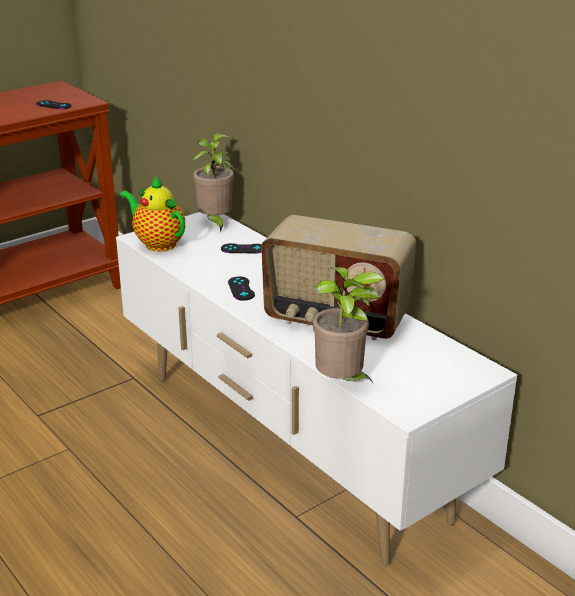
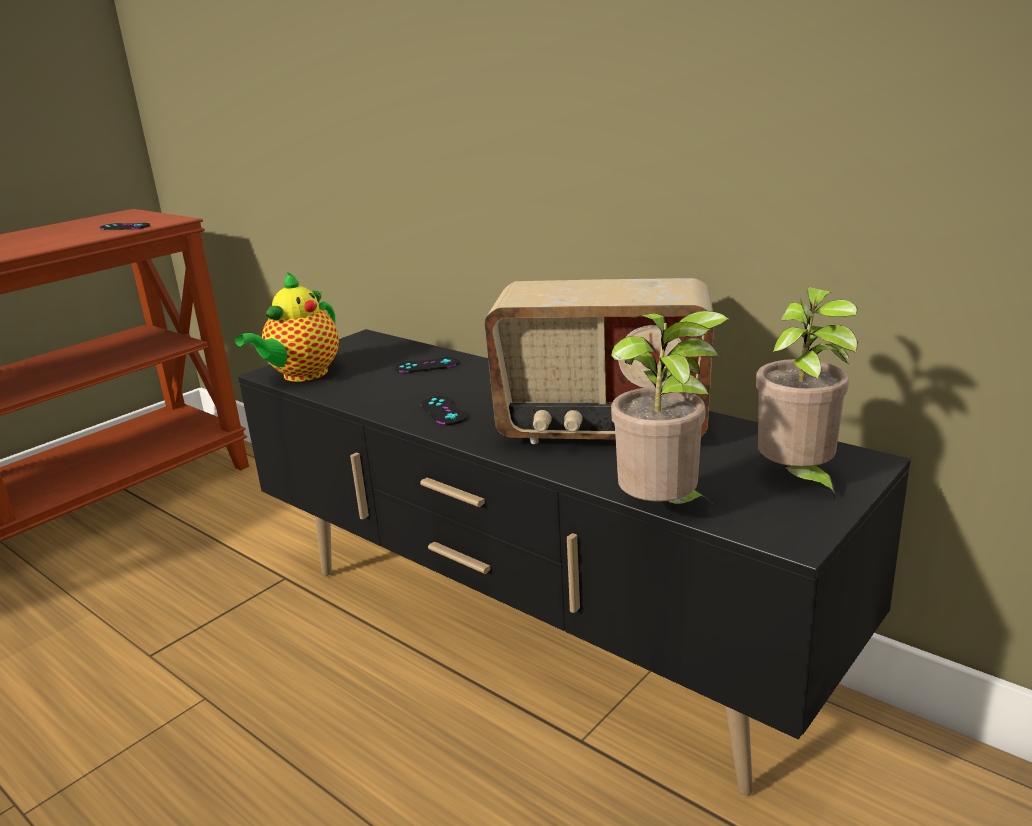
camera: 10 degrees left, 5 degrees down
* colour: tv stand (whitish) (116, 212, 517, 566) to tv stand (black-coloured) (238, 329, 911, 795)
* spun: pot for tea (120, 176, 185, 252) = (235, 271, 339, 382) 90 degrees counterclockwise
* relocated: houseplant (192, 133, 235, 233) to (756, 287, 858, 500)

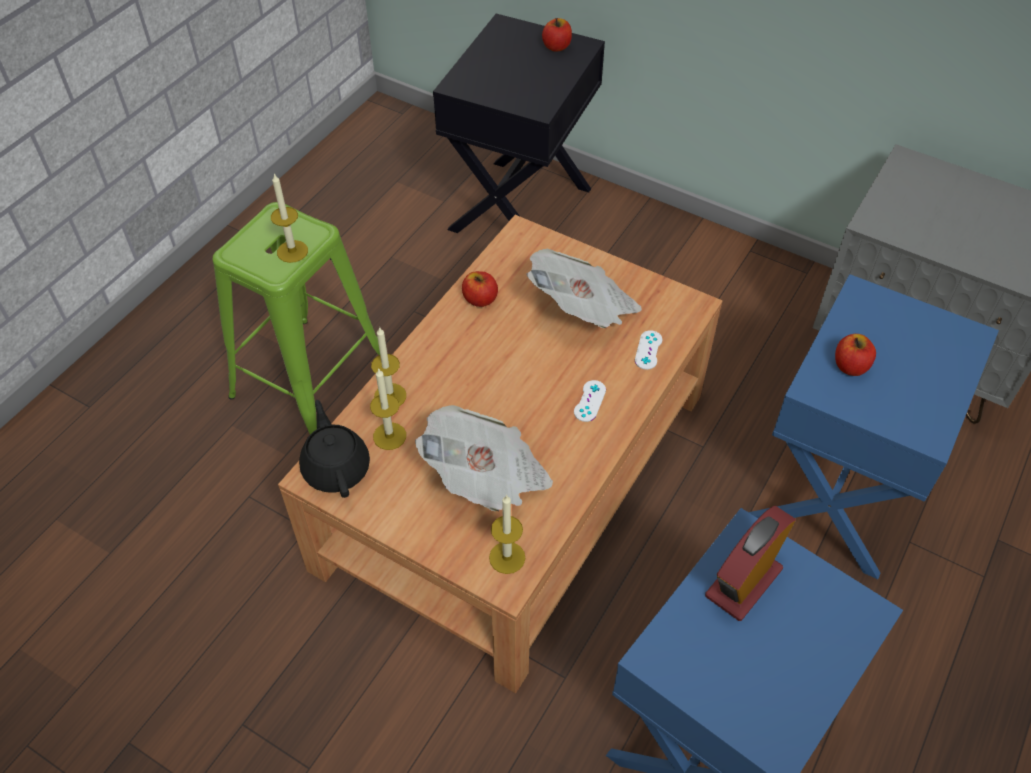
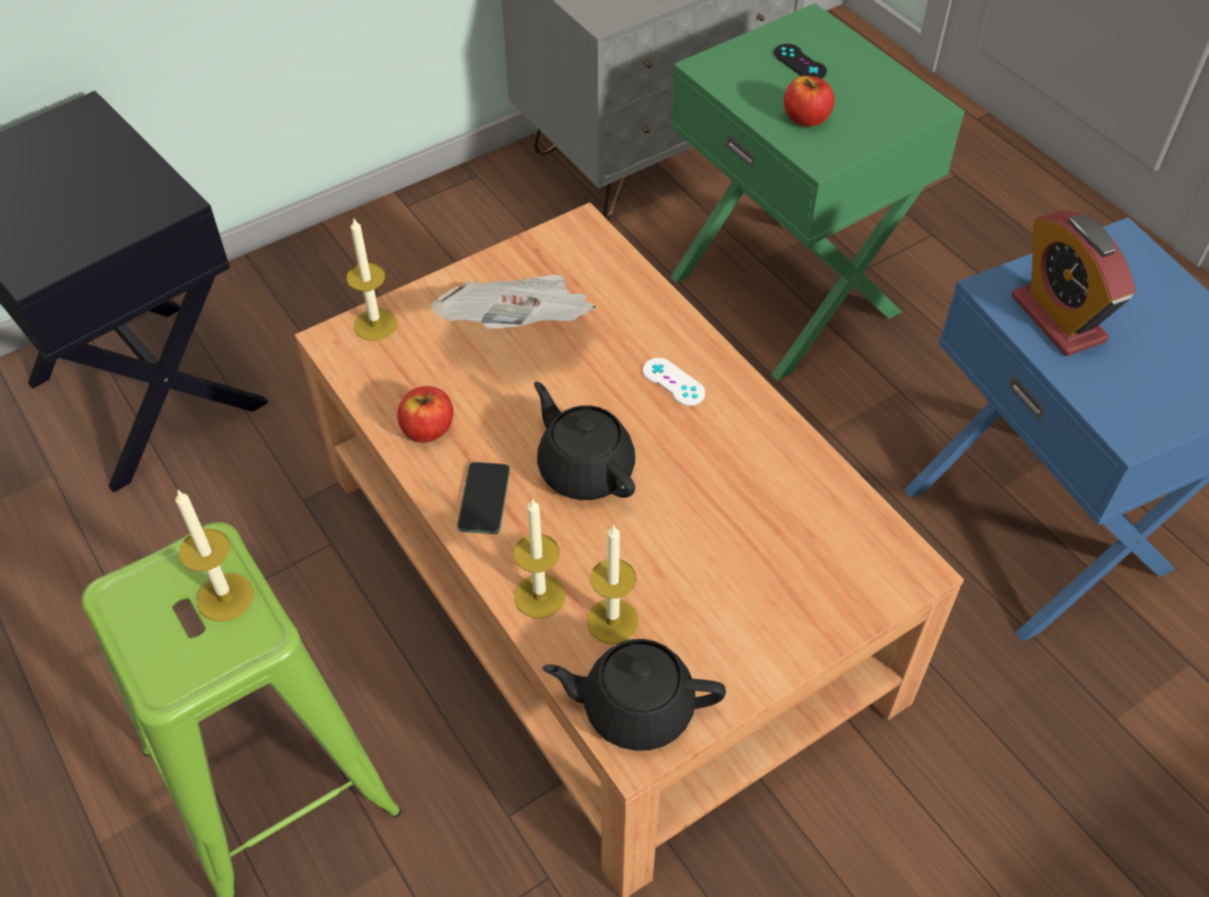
camera: 65 degrees left, 0 degrees up
* missing: daily paper (415, 405, 553, 511)
* relocated: wax light (489, 495, 525, 574) to (347, 219, 397, 341)
* missing: apple fruit (542, 18, 572, 52)
* missing: joypad (whitish) (635, 330, 662, 370)
* colour: accent table (bluish) (749, 274, 999, 579) to accent table (greenish) (670, 3, 965, 381)
* appeared: telephone (457, 462, 510, 534)
* appeared: pot for tea (black-coloured) (534, 382, 635, 500)
* appeared: joypad (black-coloured) (774, 44, 827, 79)

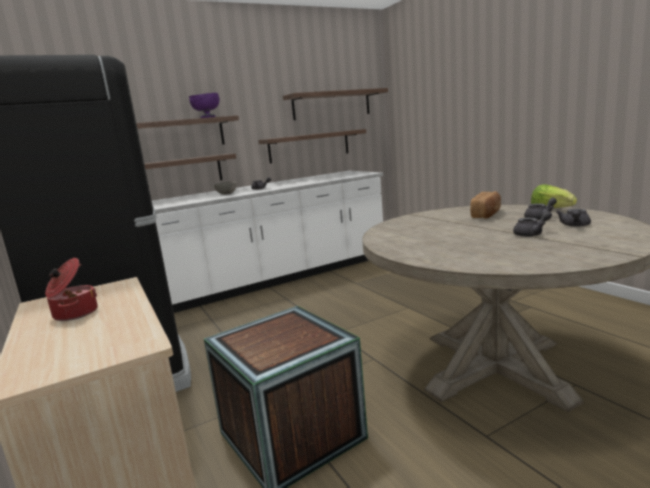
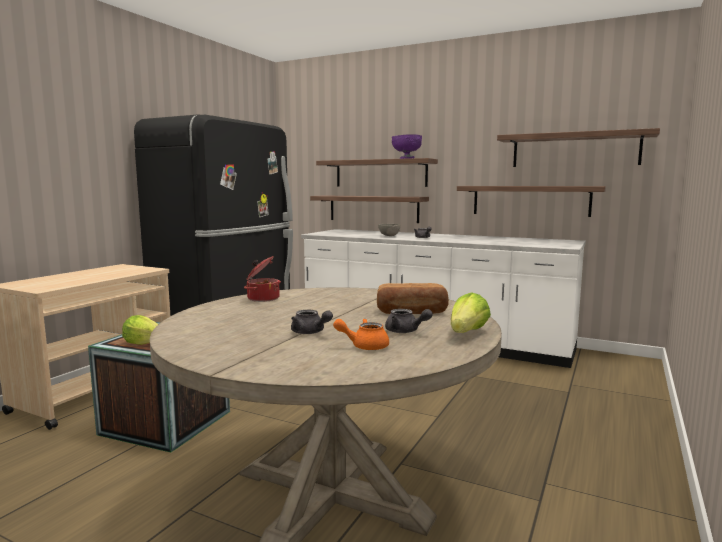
camera: 55 degrees right, 5 degrees down
* relocated: cooking pot (45, 258, 98, 321) to (244, 256, 281, 302)
* colour: pot for tea (grey) (556, 208, 591, 227) to pot for tea (orangey) (333, 319, 389, 350)
* appeared: lettuce head (122, 315, 158, 345)

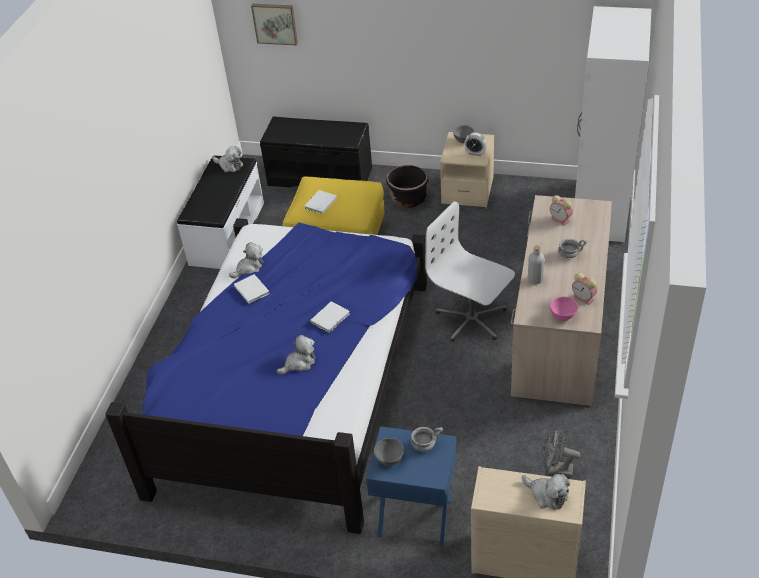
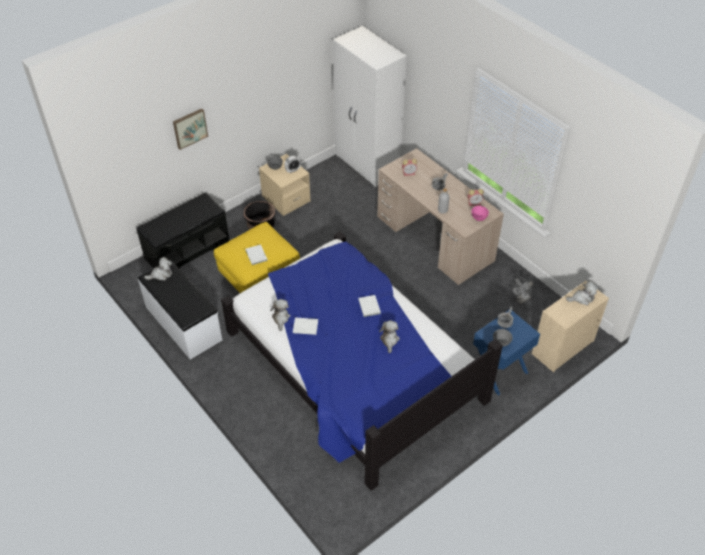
camera: 55 degrees left, 5 degrees up
* relocated: wall picture (251, 4, 298, 45) to (173, 108, 208, 150)
* missing: computer chair (whitish) (425, 202, 515, 342)

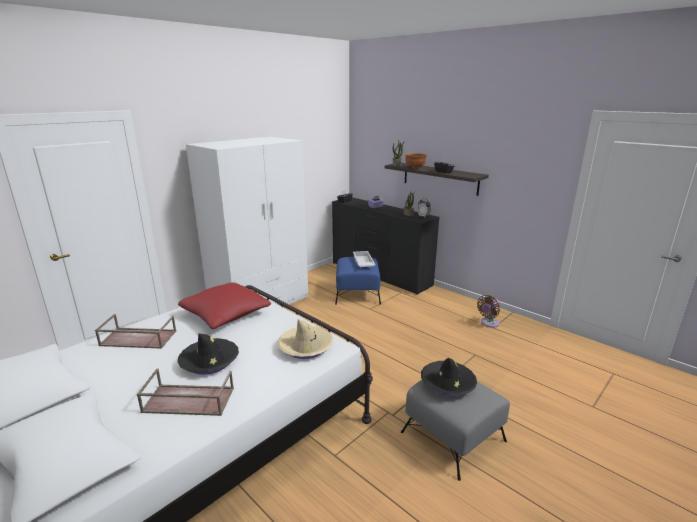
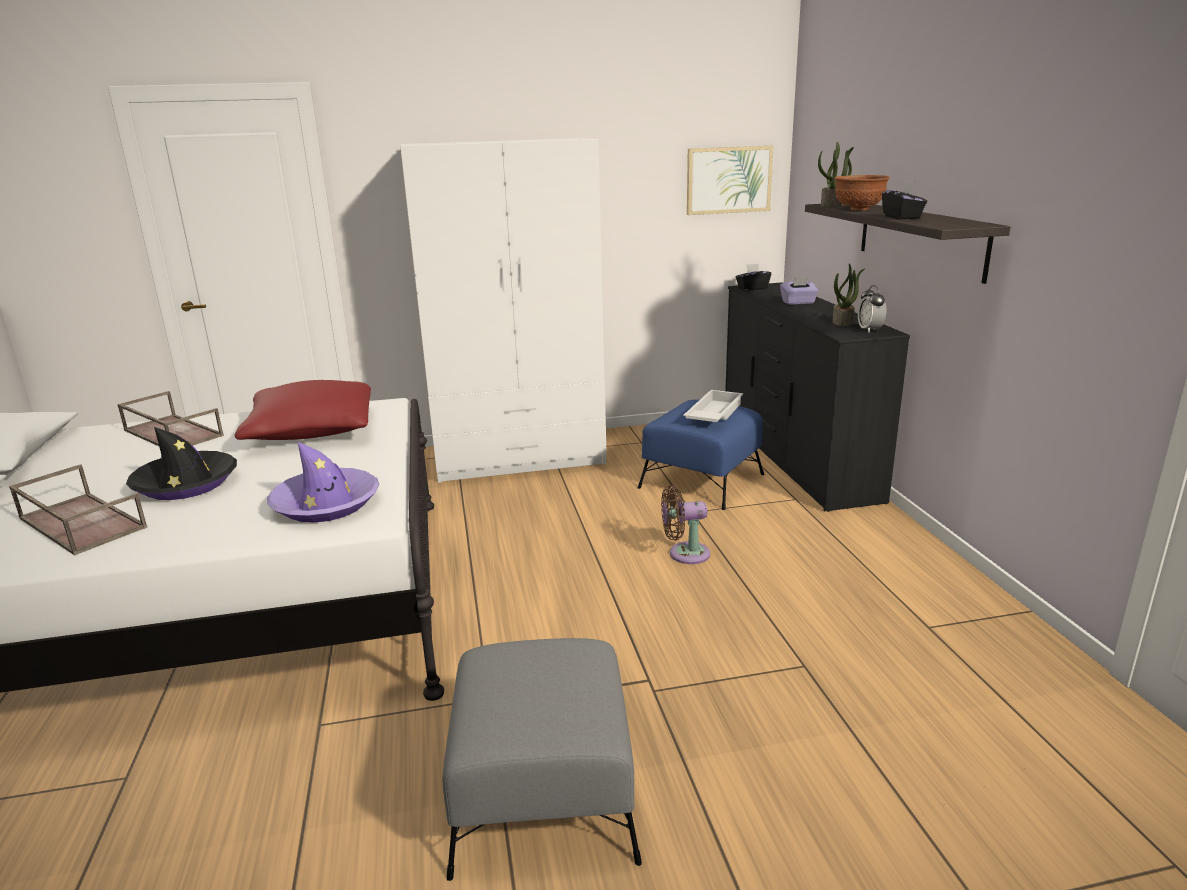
camera: 35 degrees right, 0 degrees up
* colour: hat (sand-coloured) (277, 319, 333, 359) to hat (purple-coloured) (267, 442, 379, 523)
* missing: hat (black-coloured) (421, 358, 477, 397)
* relocated: fan (brown-coloured) (477, 295, 500, 328) to (661, 485, 710, 564)
* appeared: wall picture (687, 146, 773, 215)

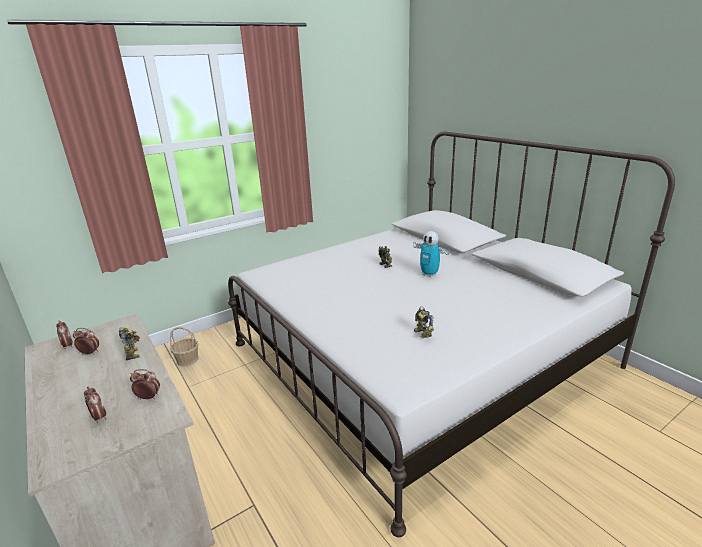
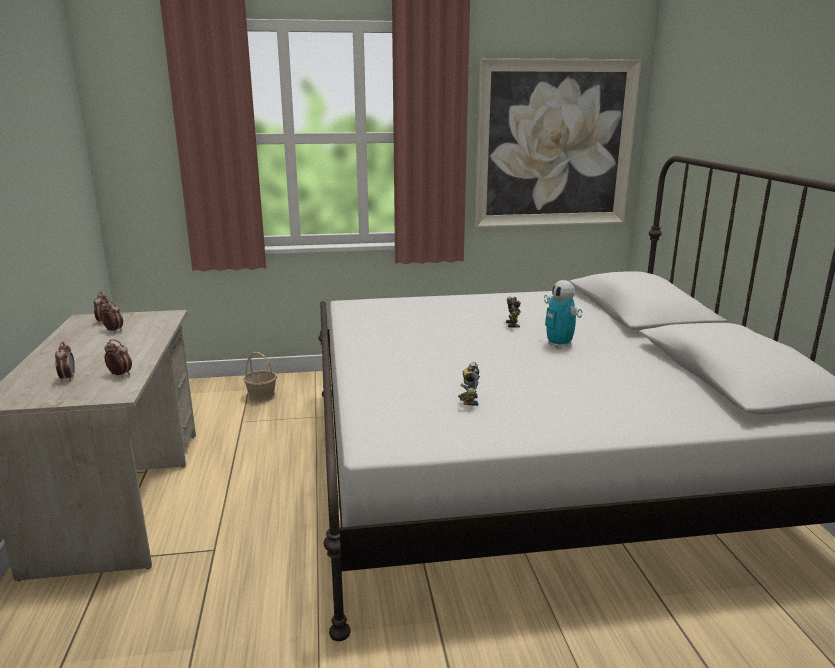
camera: 25 degrees right, 5 degrees down
* missing: robot figure (119, 327, 140, 361)
* appeared: wall picture (474, 58, 642, 228)

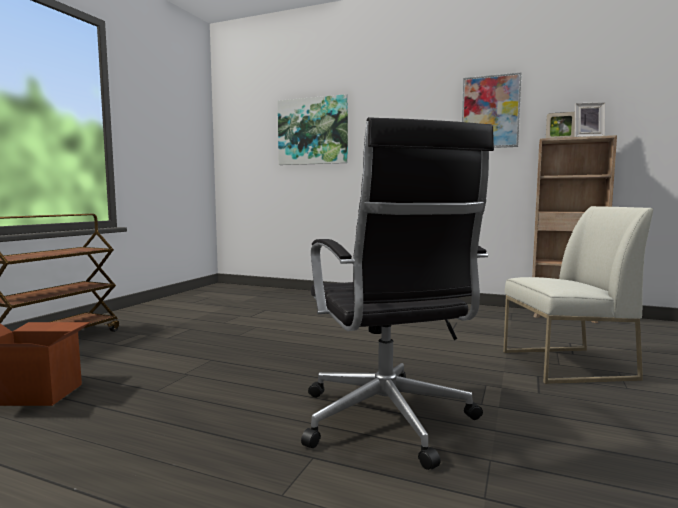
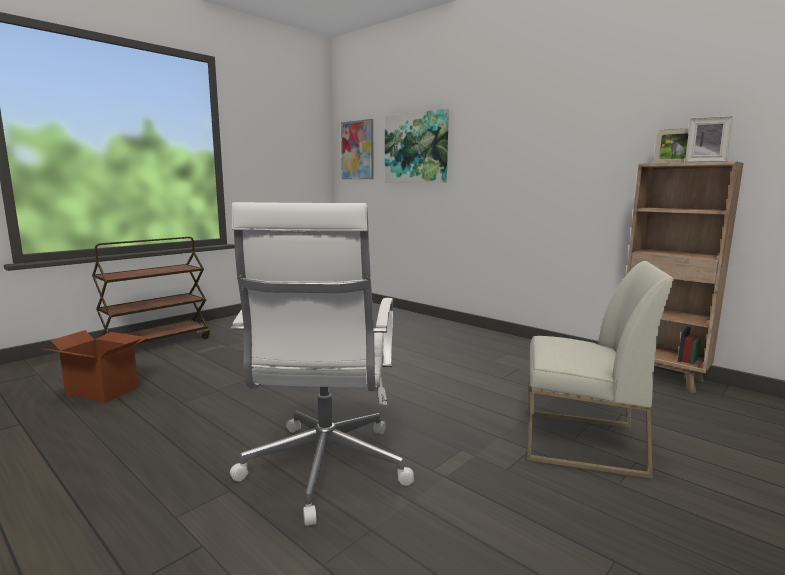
camera: 20 degrees right, 5 degrees up
* colour: computer chair (black-coloured) (301, 117, 494, 470) to computer chair (whitish) (230, 202, 414, 526)
* relocated: wall picture (462, 72, 522, 148) to (341, 119, 373, 179)

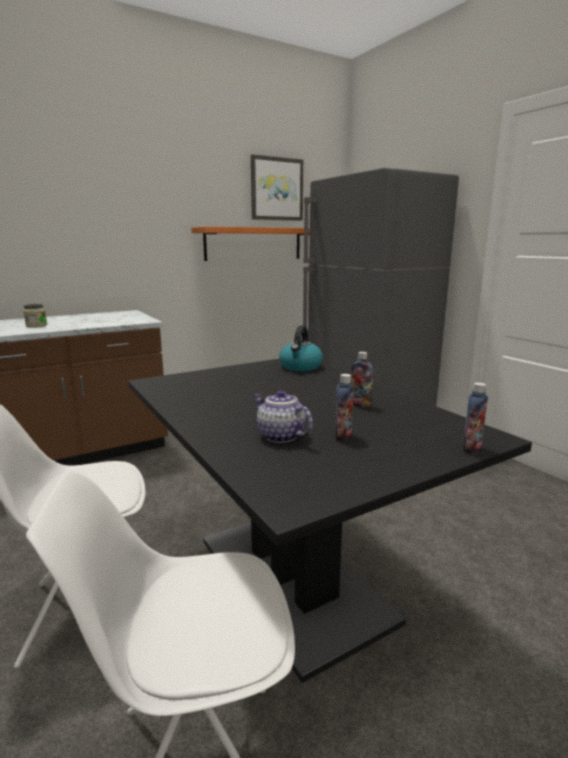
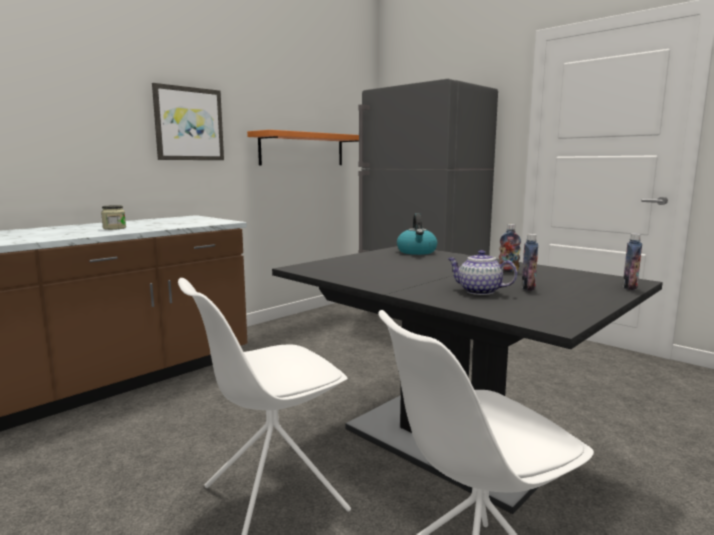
camera: 15 degrees left, 5 degrees down
* relocated: wall picture (251, 154, 303, 221) to (152, 83, 224, 160)

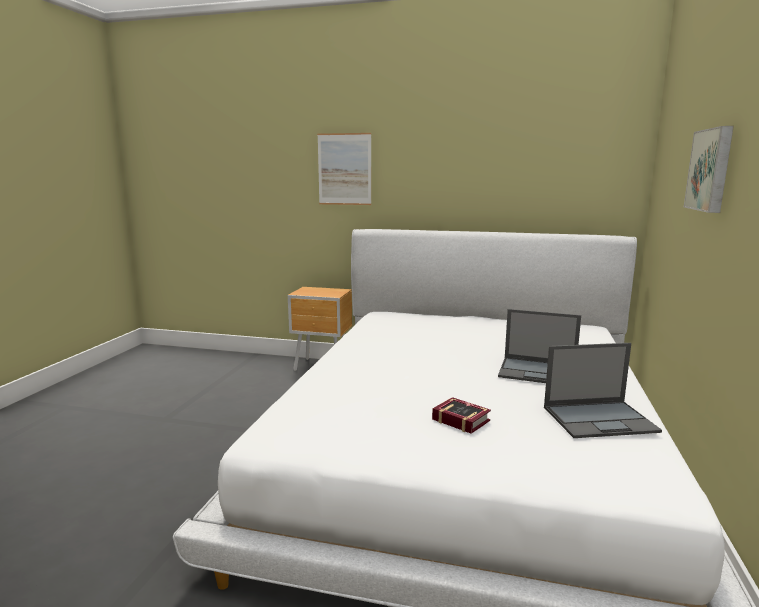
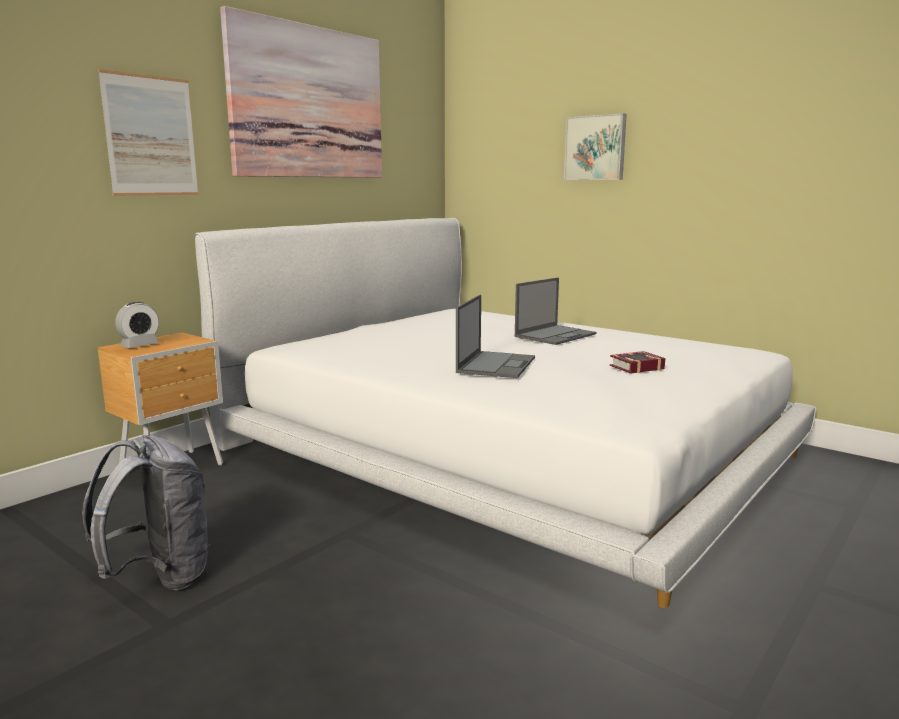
camera: 65 degrees left, 0 degrees up
* relocated: notebook computer (544, 343, 662, 438) to (456, 295, 535, 378)
* appeared: knapsack (grey) (82, 435, 210, 590)
* appeared: bedside clock (115, 302, 159, 348)
* appeared: wall picture (220, 6, 382, 178)

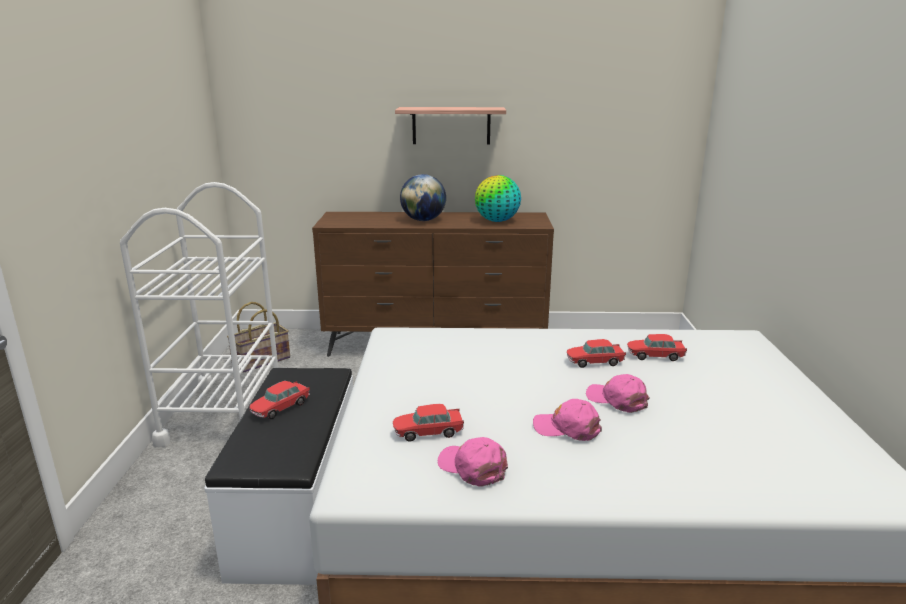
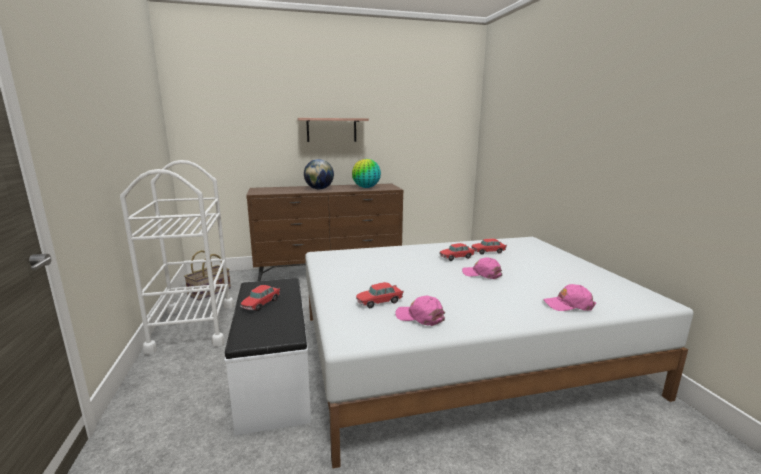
camera: 15 degrees left, 5 degrees down
* relocated: cap (pinkish) (533, 399, 602, 441) to (544, 284, 596, 311)

